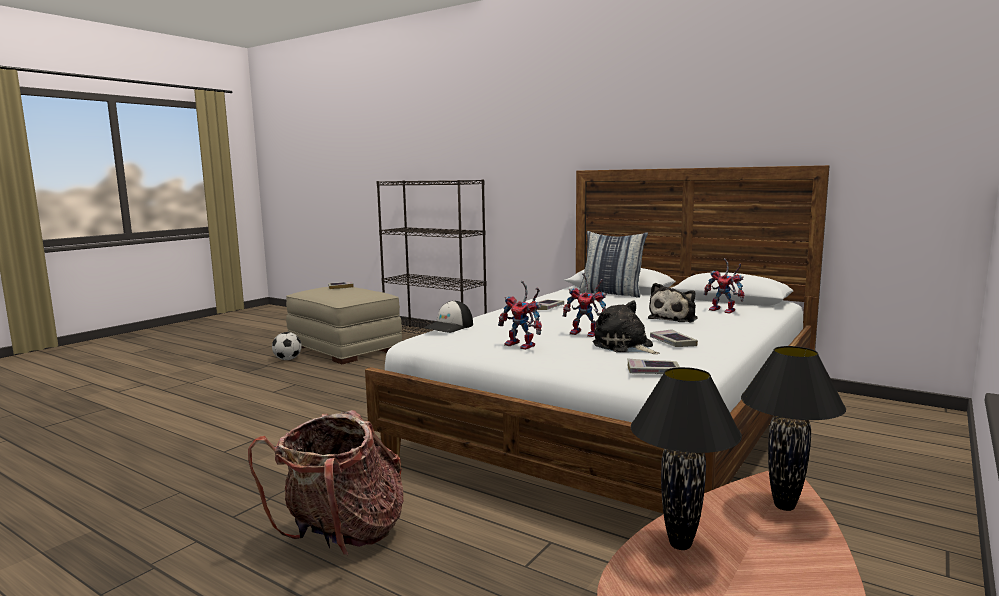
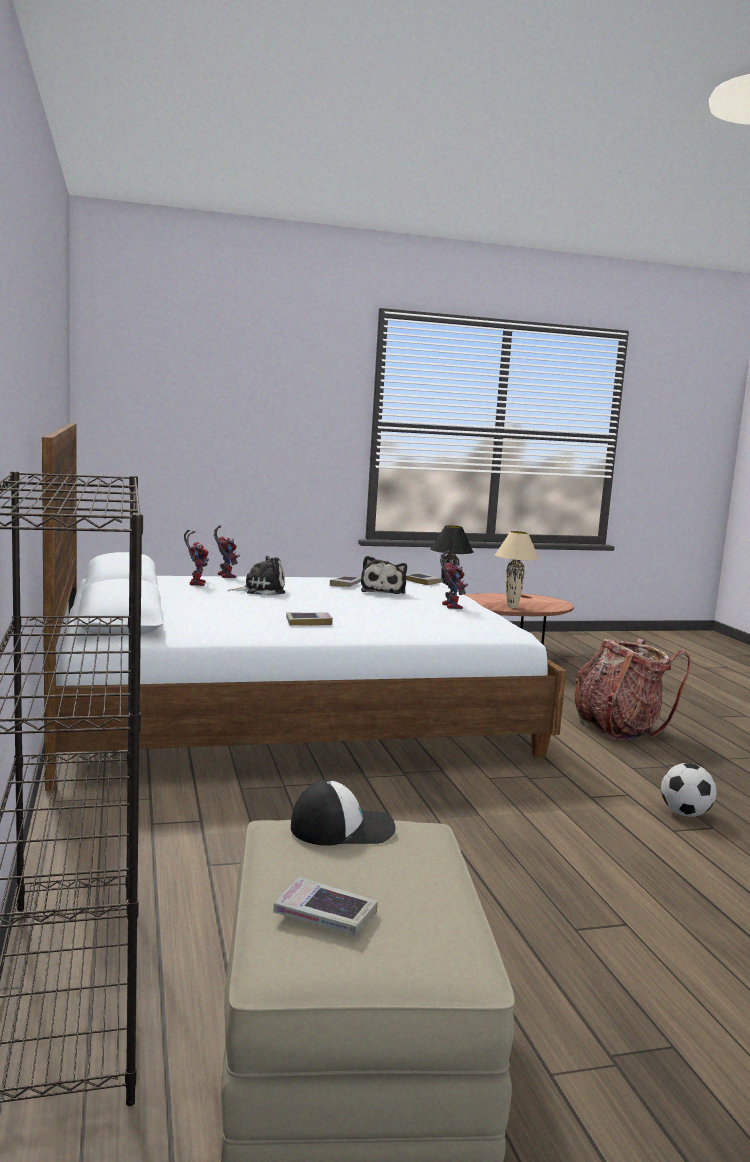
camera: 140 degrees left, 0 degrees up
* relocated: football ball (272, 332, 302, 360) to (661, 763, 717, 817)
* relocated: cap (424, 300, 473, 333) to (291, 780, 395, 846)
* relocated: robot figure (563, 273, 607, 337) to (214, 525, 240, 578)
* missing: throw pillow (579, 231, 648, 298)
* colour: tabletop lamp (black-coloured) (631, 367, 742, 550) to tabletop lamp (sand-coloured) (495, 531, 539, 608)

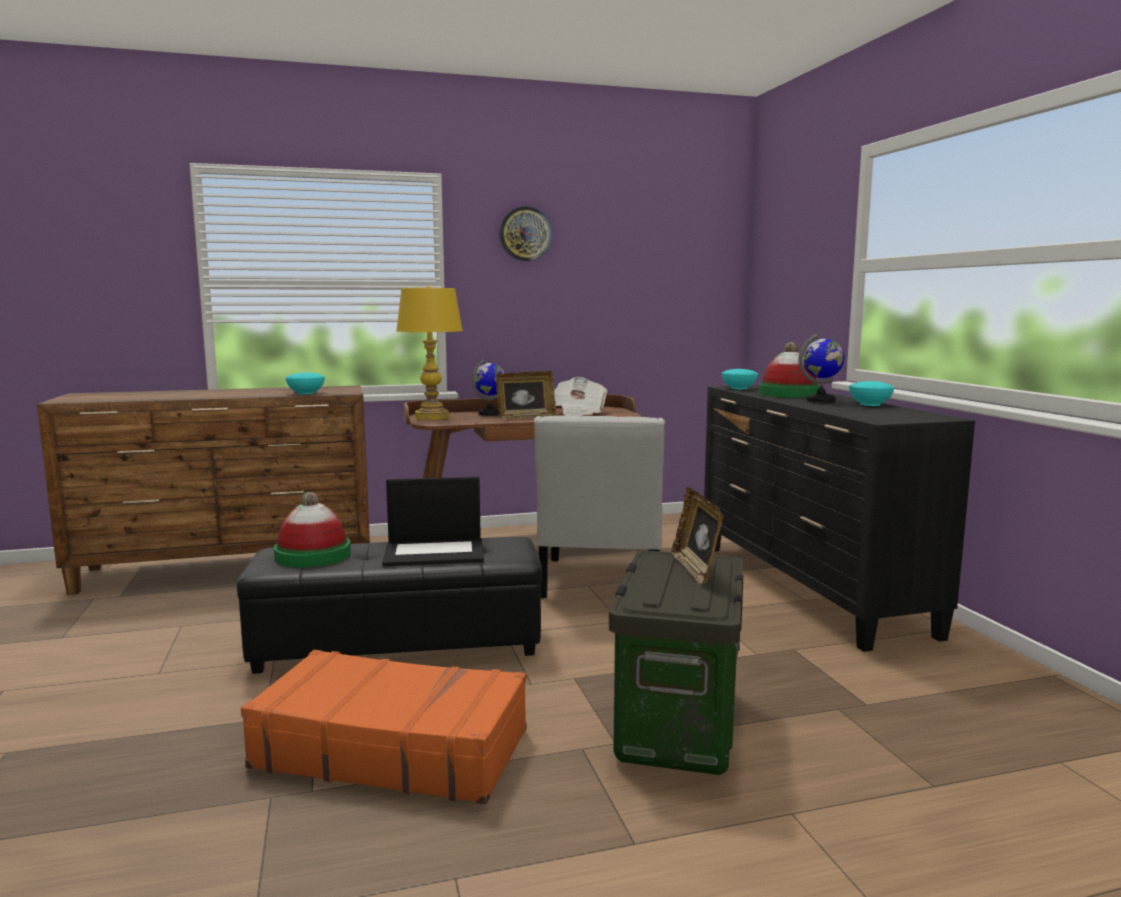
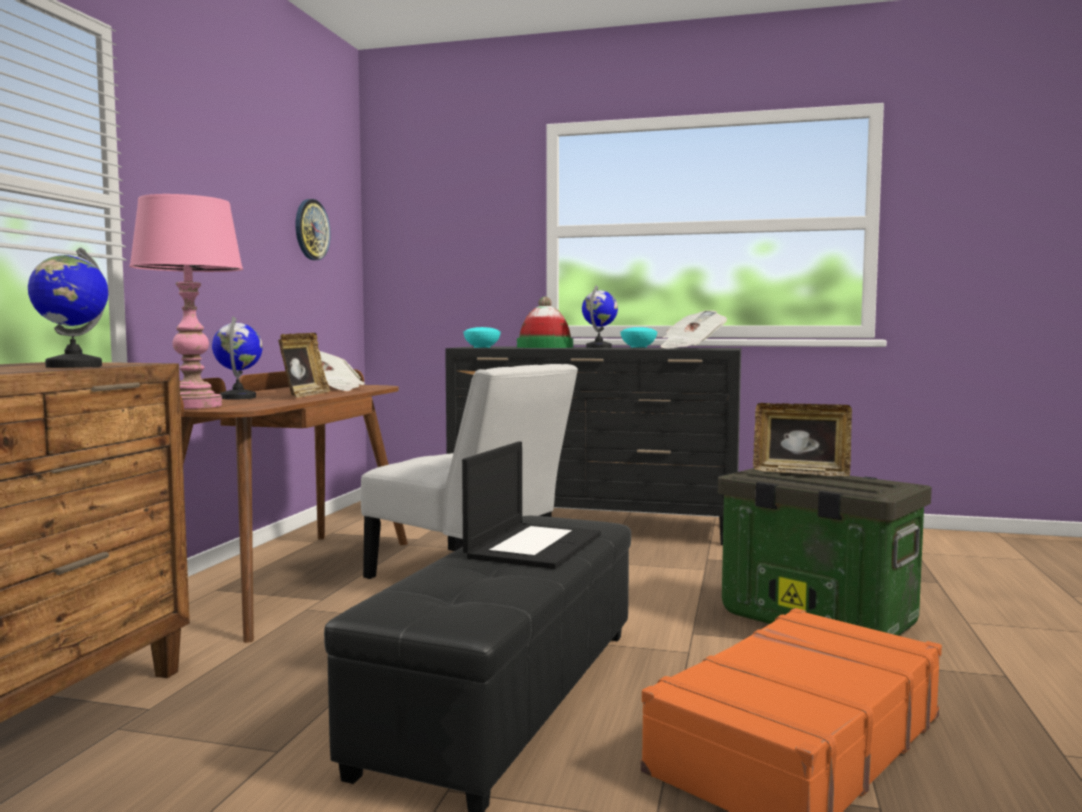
camera: 60 degrees left, 5 degrees down
* missing: hat (274, 492, 351, 567)
* exchanged: serving bowl (turquoise-coloured) (285, 373, 325, 394) to world globe (28, 248, 108, 368)
* colour: tabletop lamp (yellow-coloured) (396, 286, 463, 420) to tabletop lamp (pinkish) (129, 194, 243, 409)
* relocated: wall clock (499, 206, 552, 261) to (295, 199, 331, 260)
* appeared: daily paper (660, 310, 727, 349)

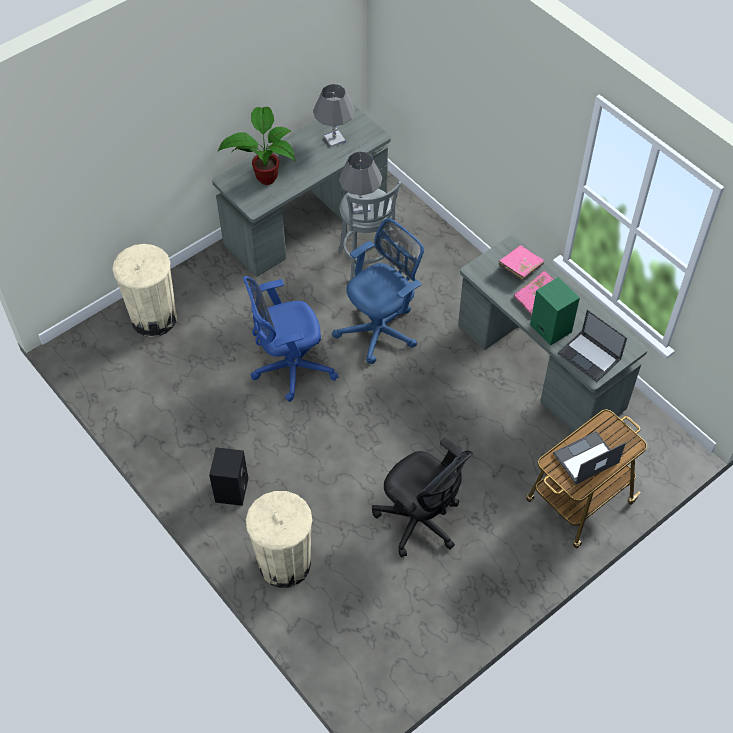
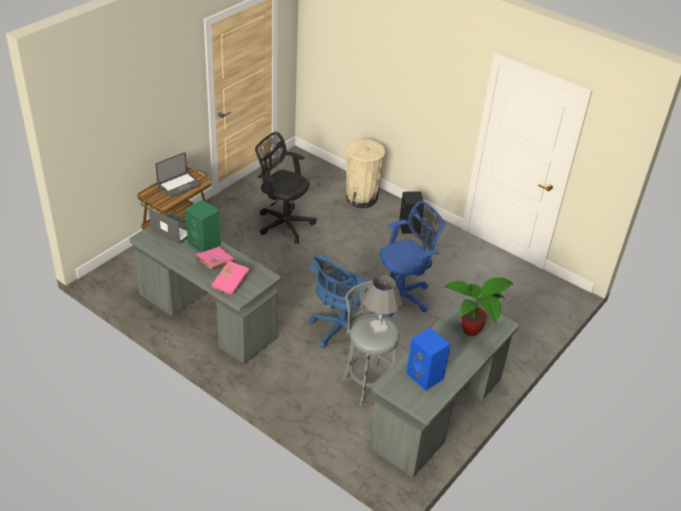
camera: 165 degrees right, 15 degrees down
* missing: waste bin (sand-coloured) (112, 244, 177, 337)
* exchanged: tabletop lamp (grey) (313, 84, 355, 147) to audio speaker (bluish) (406, 328, 450, 391)

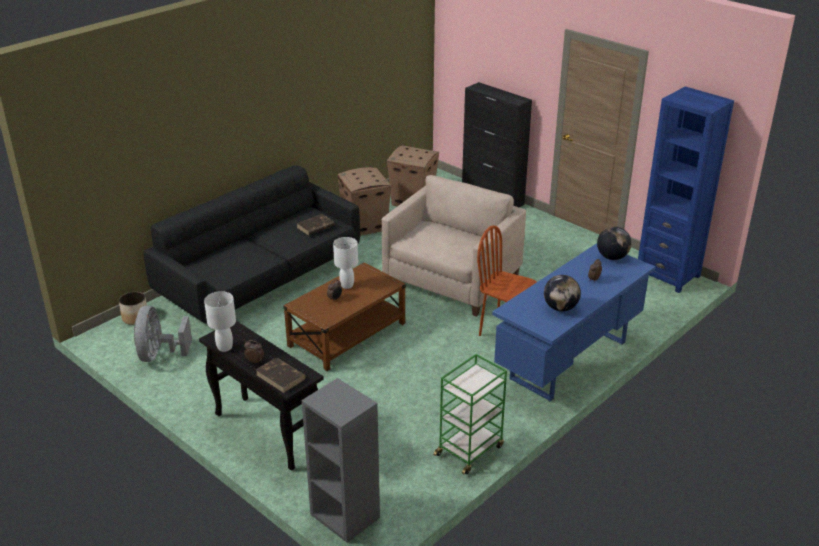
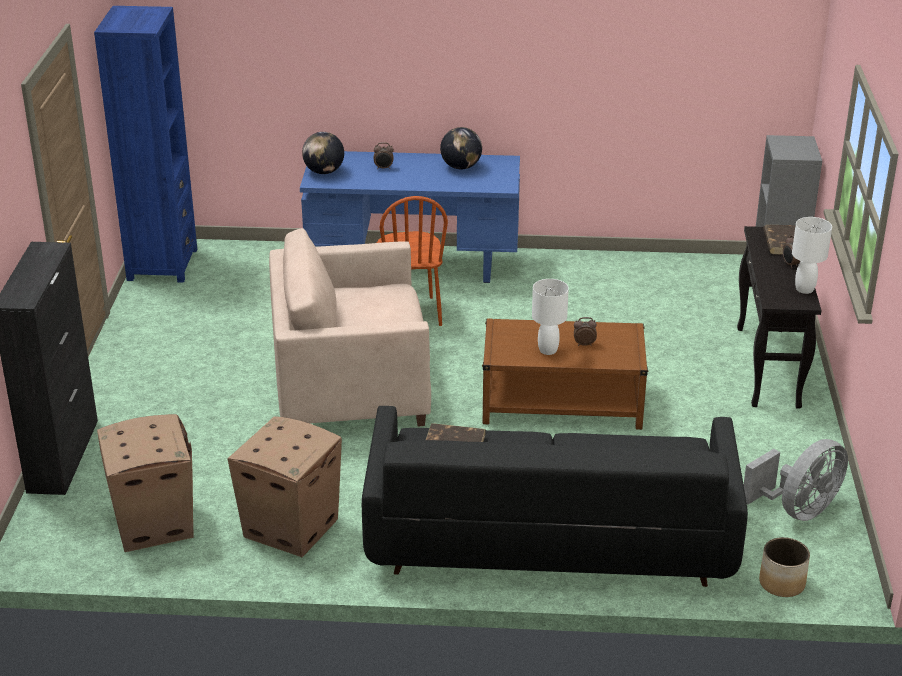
camera: 130 degrees left, 0 degrees up
* missing: cart (greenish) (433, 354, 507, 474)

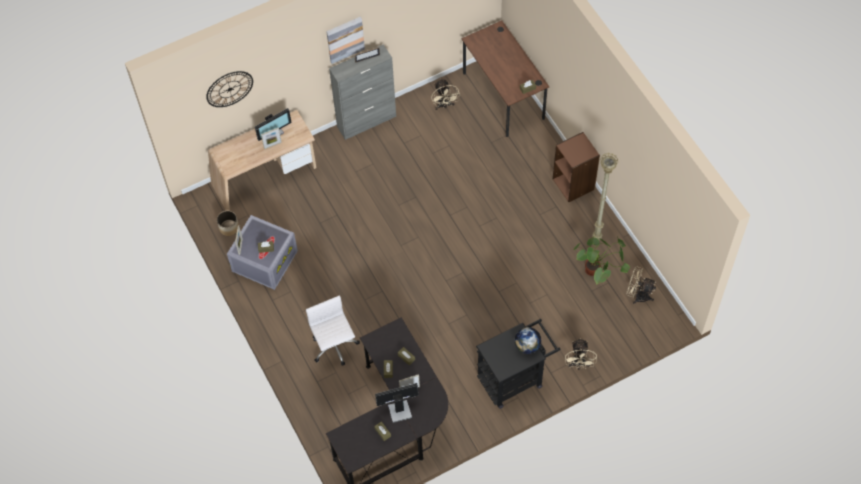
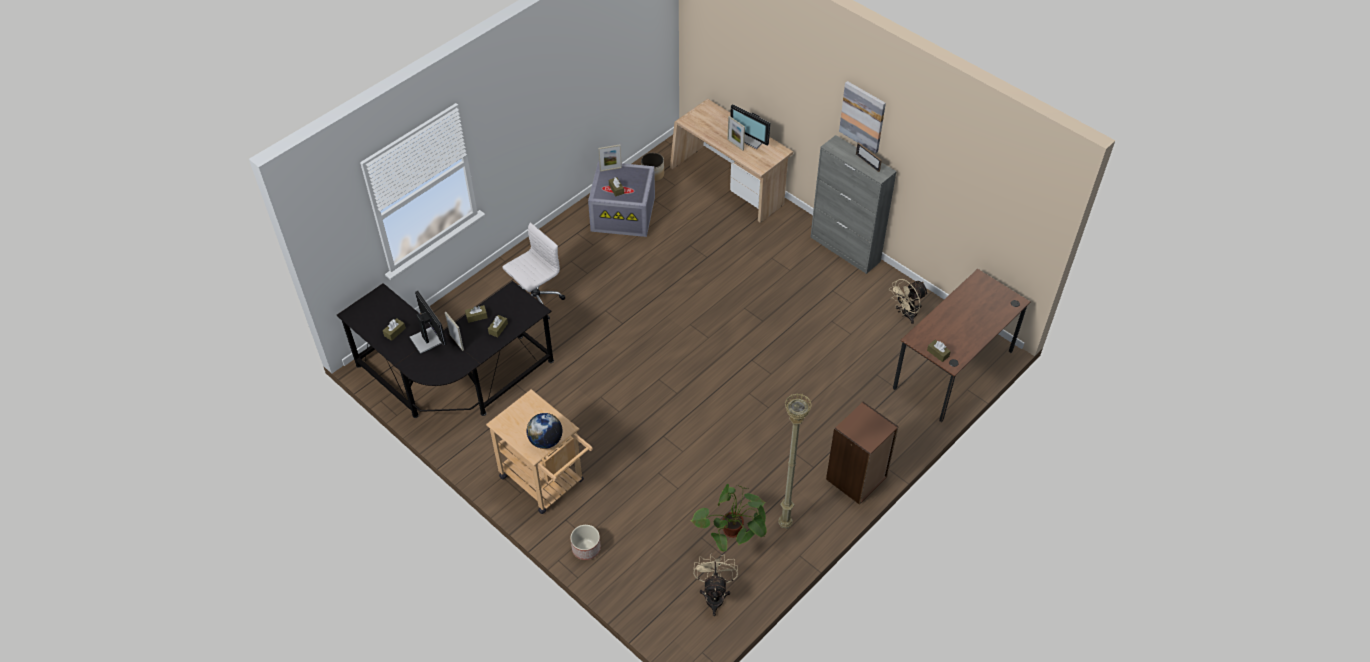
camera: 70 degrees right, 10 degrees down
* missing: wall clock (206, 71, 253, 107)
* colour: cart (black-coloured) (476, 319, 560, 409) to cart (sand-coloured) (486, 389, 593, 514)
* exchanged: fan (sand-coloured) (565, 338, 597, 370) to planter (570, 525, 601, 560)

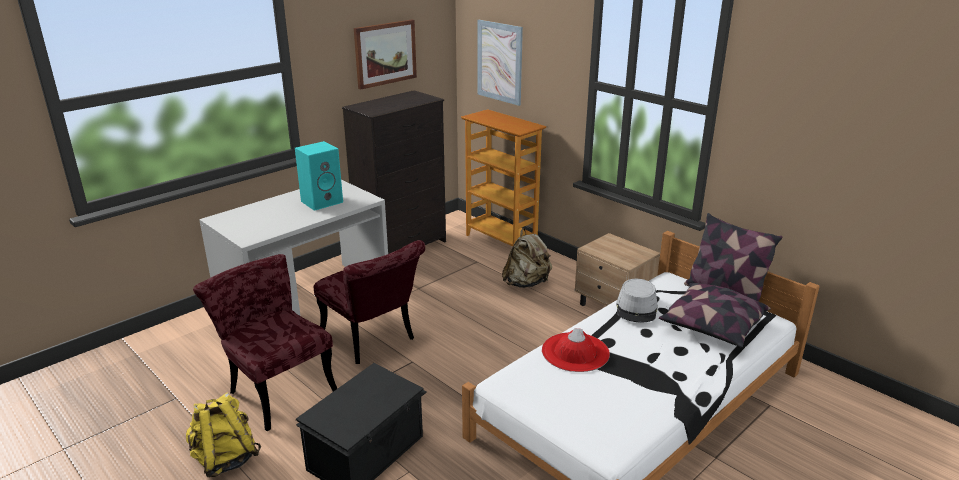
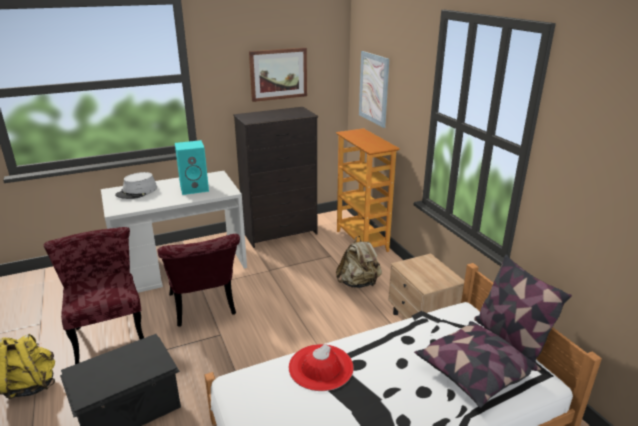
camera: 20 degrees right, 0 degrees up
* relocated: hat (grey) (616, 279, 658, 323) to (115, 172, 157, 199)

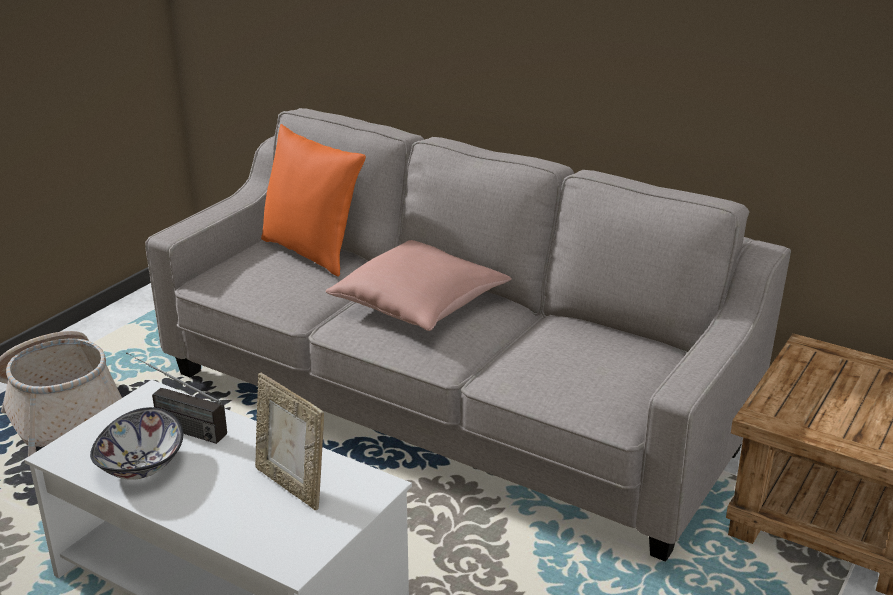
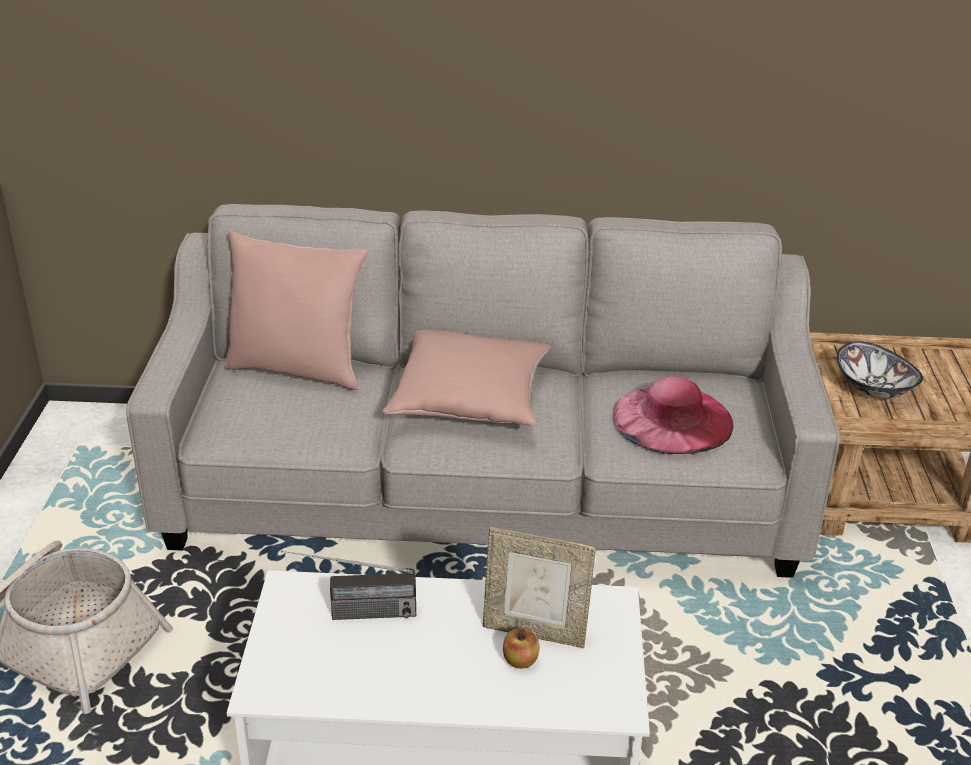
camera: 30 degrees left, 5 degrees up
* relocated: serving bowl (90, 407, 183, 480) to (837, 341, 923, 399)
* colour: throw pillow (orangey) (261, 124, 366, 277) to throw pillow (pinkish) (224, 231, 368, 390)
* appeared: apple fruit (503, 628, 540, 669)
* appeared: hat (pinkish) (613, 376, 733, 454)

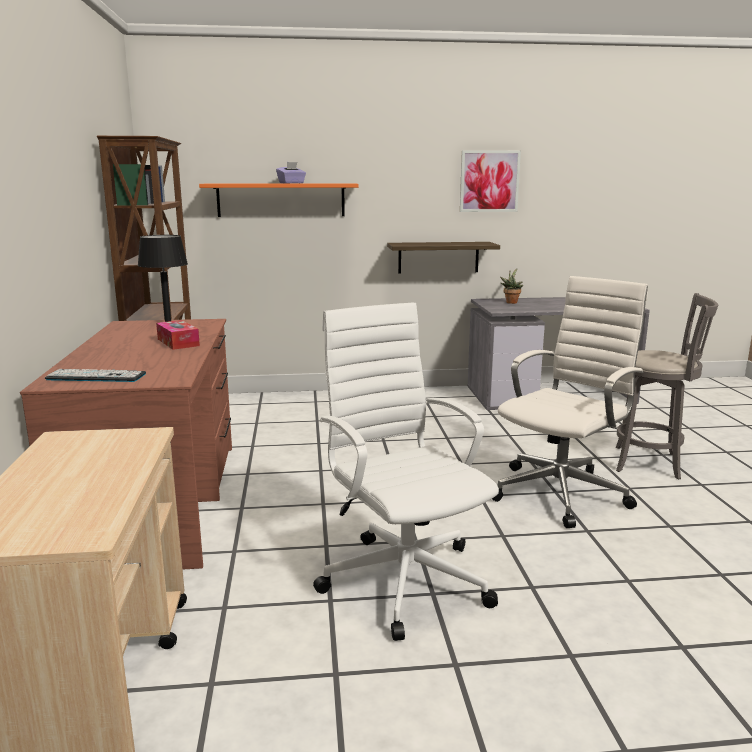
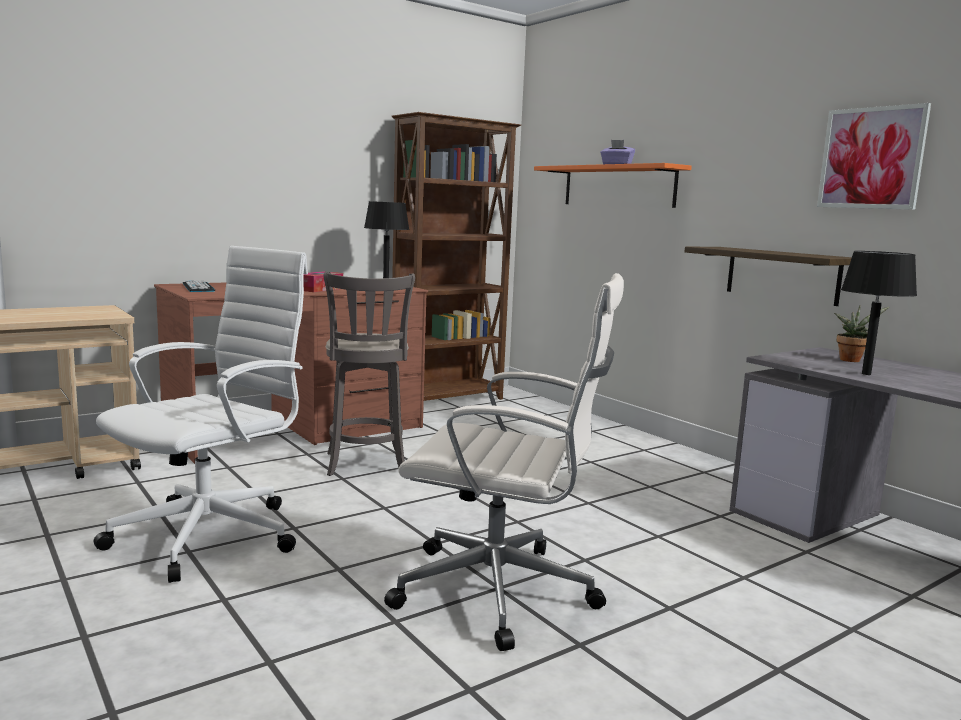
camera: 60 degrees right, 5 degrees down
* relocated: stool seat (grey) (616, 293, 718, 480) to (324, 271, 415, 476)
* appeared: tabletop lamp (black-coloured) (841, 251, 917, 375)

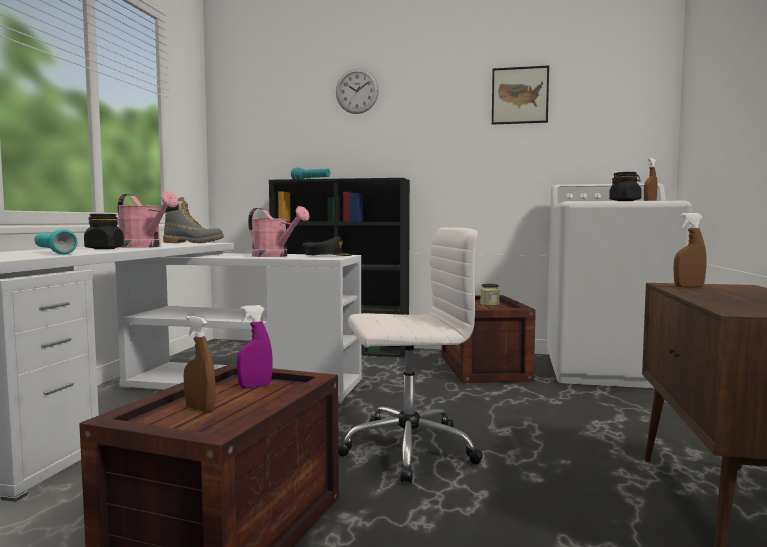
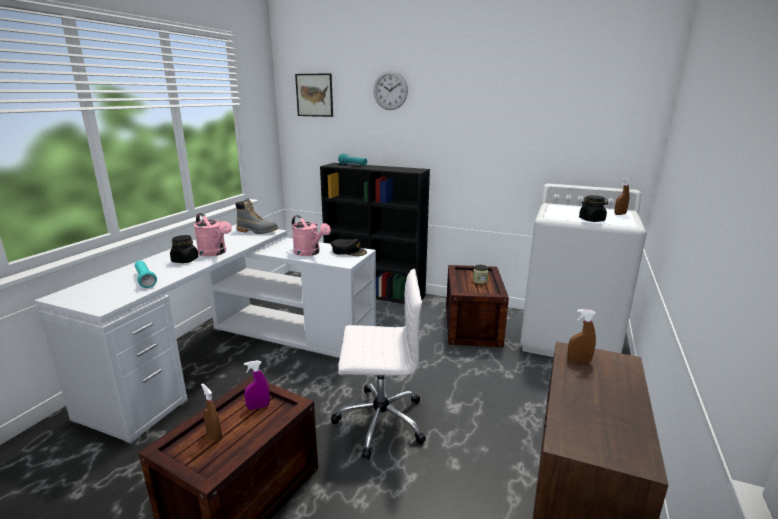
camera: 10 degrees right, 15 degrees up
* relocated: wall picture (492, 65, 549, 125) to (295, 73, 333, 117)

